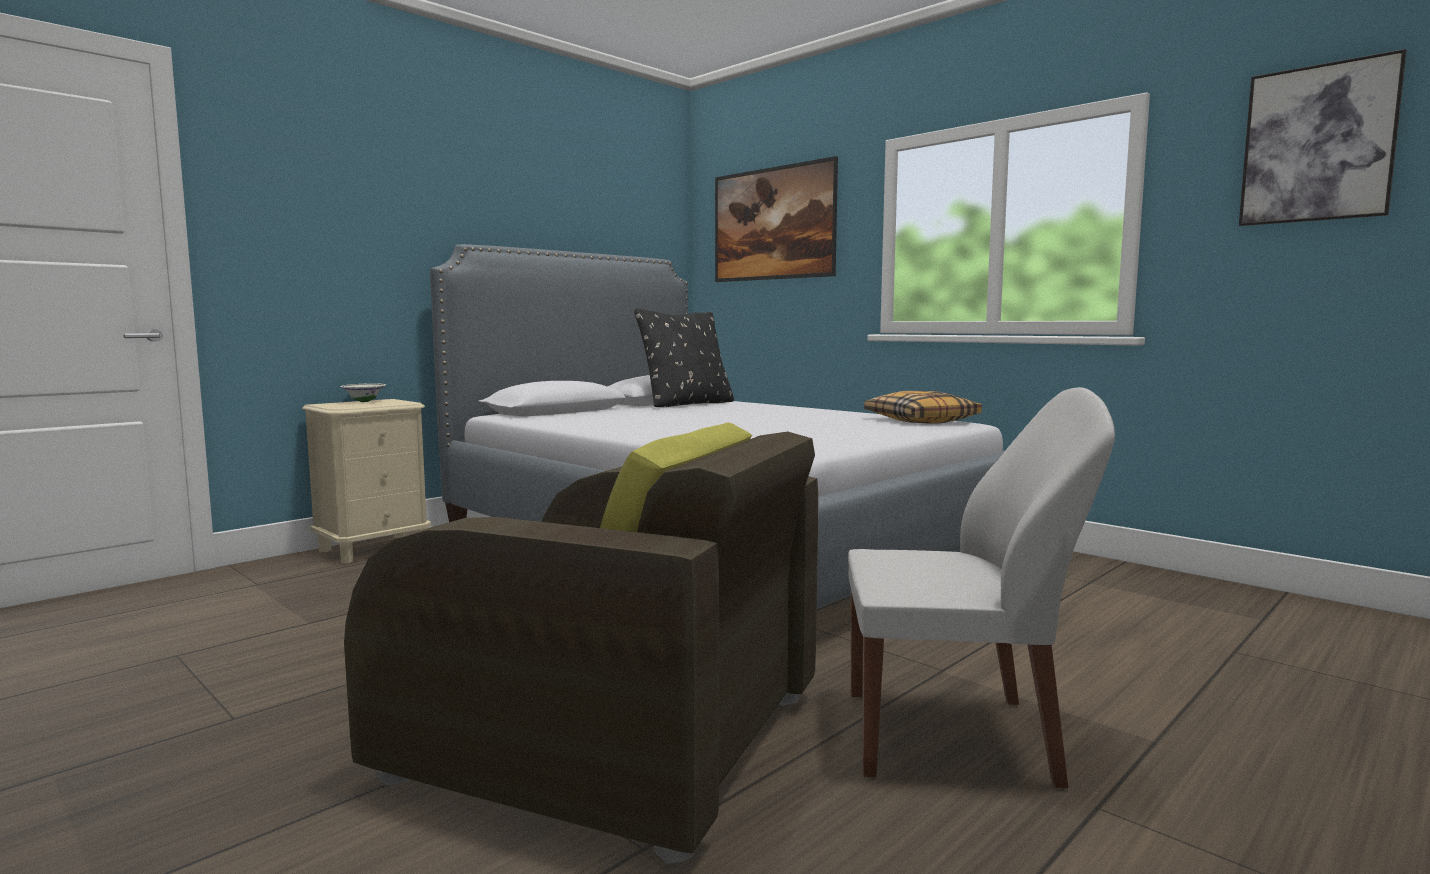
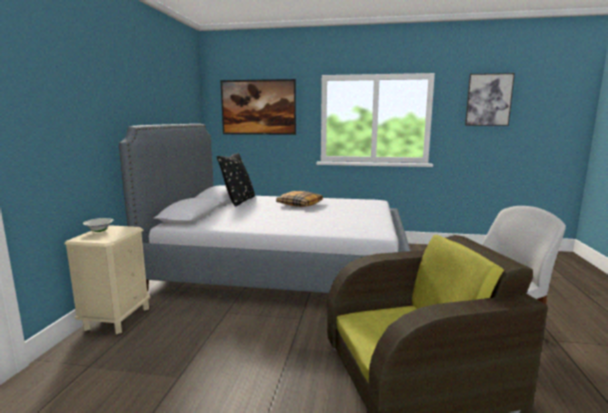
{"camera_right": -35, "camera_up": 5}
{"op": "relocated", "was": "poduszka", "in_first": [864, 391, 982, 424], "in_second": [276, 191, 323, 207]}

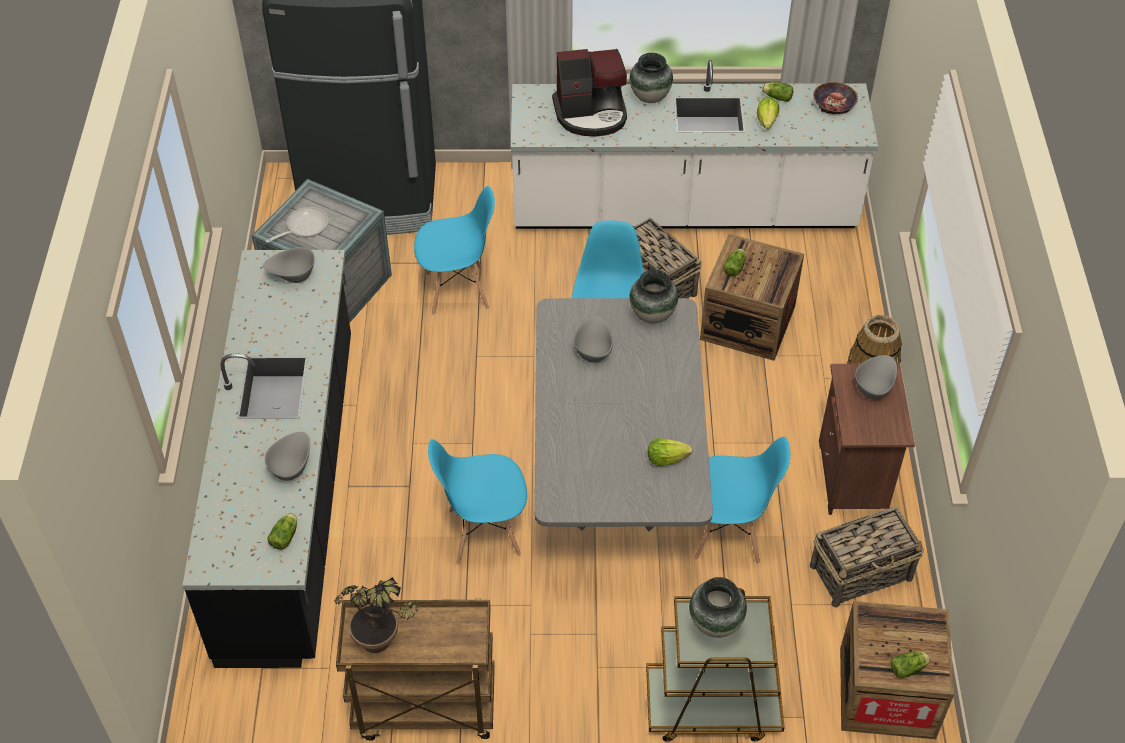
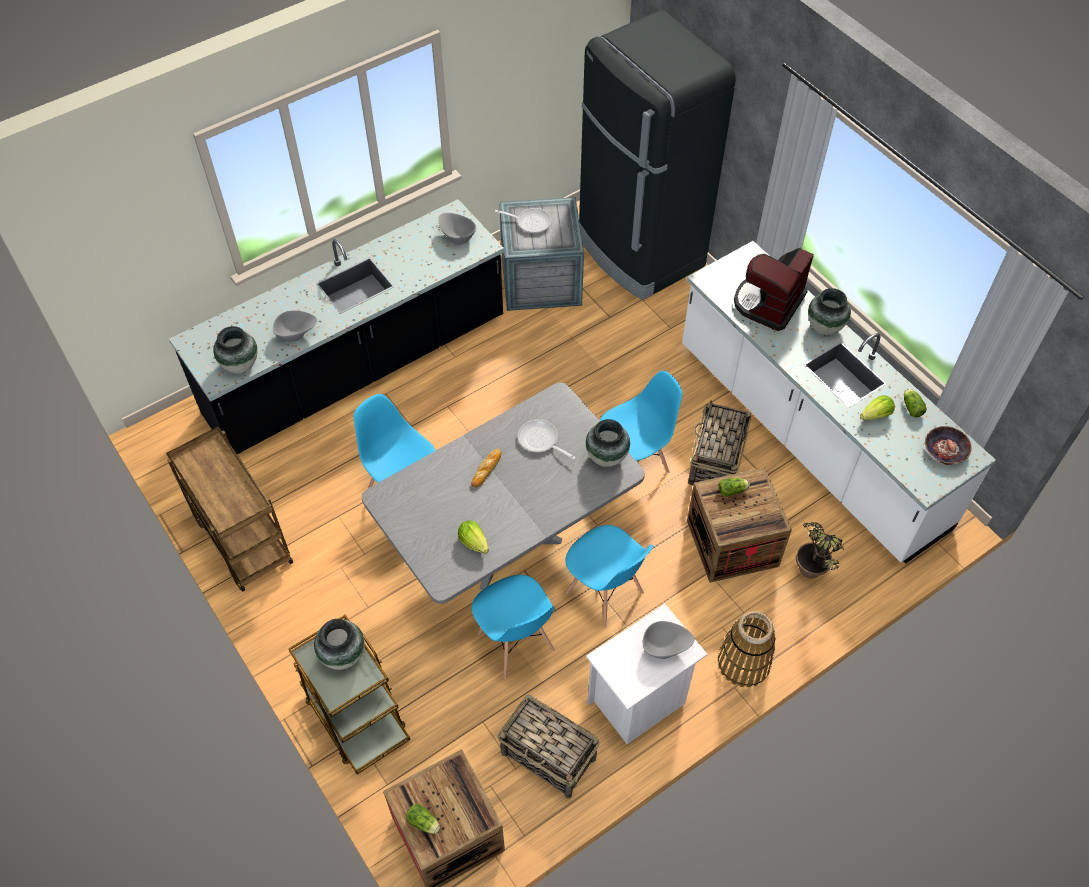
{"camera_right": 55, "camera_up": 5}
{"op": "appeared", "now": "chleb", "in_second": [471, 449, 502, 487]}
{"op": "relocated", "was": "roślina doniczkowa", "in_first": [334, 577, 418, 653], "in_second": [796, 522, 844, 578]}
{"op": "relocated", "was": "krzesło/niebieski", "in_first": [414, 186, 495, 315], "in_second": [565, 525, 653, 628]}
{"op": "exchanged", "was": "sałata", "now": "wazon", "in_first": [267, 513, 297, 550], "in_second": [213, 326, 258, 373]}
{"op": "exchanged", "was": "miska/szary", "now": "patelnia", "in_first": [574, 317, 613, 363], "in_second": [518, 419, 576, 460]}
{"op": "colour", "was": "szafka nocna/brązowy", "now": "szafka nocna/biały", "in_first": [819, 364, 915, 515], "in_second": [586, 604, 707, 744]}
{"op": "spun", "was": "ekspres do kawy", "in_first": [552, 49, 627, 137], "in_second": [734, 248, 814, 331], "clockwise": 75}

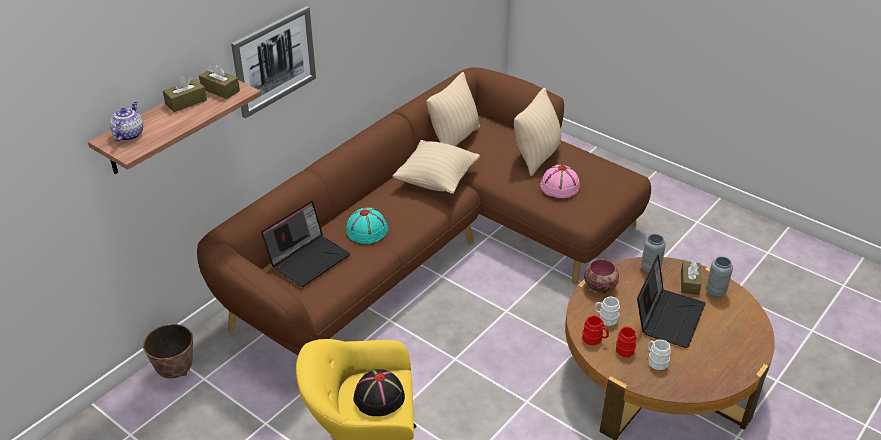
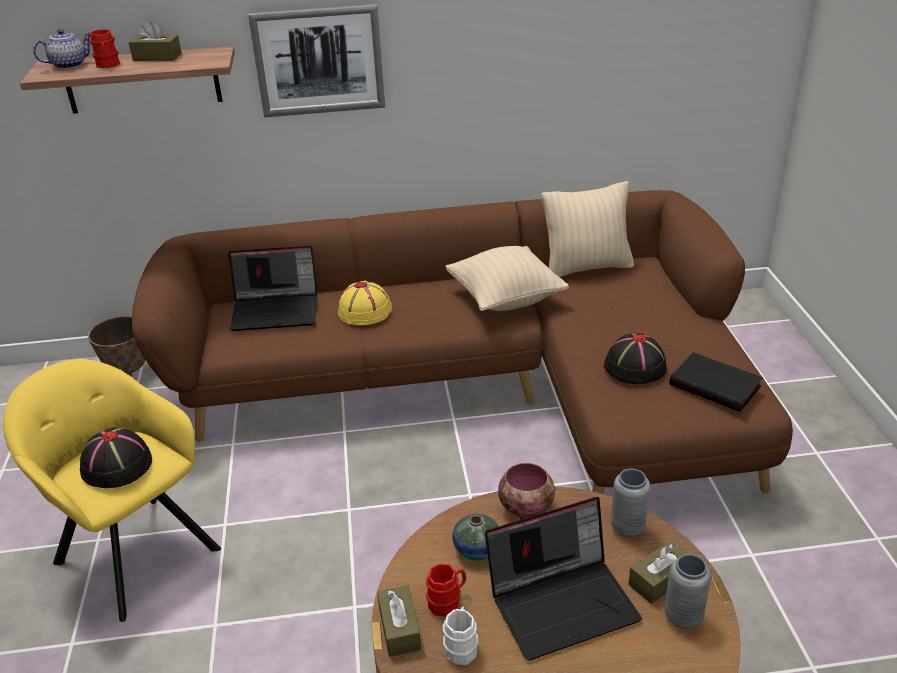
{"camera_right": 45, "camera_up": -5}
{"op": "missing", "was": "poduszka/beżowy", "in_first": [514, 88, 561, 176]}
{"op": "appeared", "now": "książka/czarny", "in_second": [669, 352, 763, 412]}
{"op": "relocated", "was": "pudełko chusteczek/brązowy", "in_first": [199, 64, 240, 99], "in_second": [377, 586, 421, 657]}
{"op": "relocated", "was": "kubek/czerwony", "in_first": [582, 315, 609, 346], "in_second": [90, 29, 120, 68]}
{"op": "exchanged", "was": "kubek/biały", "now": "wazon", "in_first": [594, 296, 620, 326], "in_second": [452, 514, 499, 561]}
{"op": "colour", "was": "kapelusz/turkusowy", "now": "kapelusz/żółty", "in_first": [346, 208, 388, 244], "in_second": [338, 281, 392, 325]}
{"op": "colour", "was": "kapelusz/różowy", "now": "kapelusz/czarny", "in_first": [540, 165, 580, 198], "in_second": [604, 333, 667, 384]}

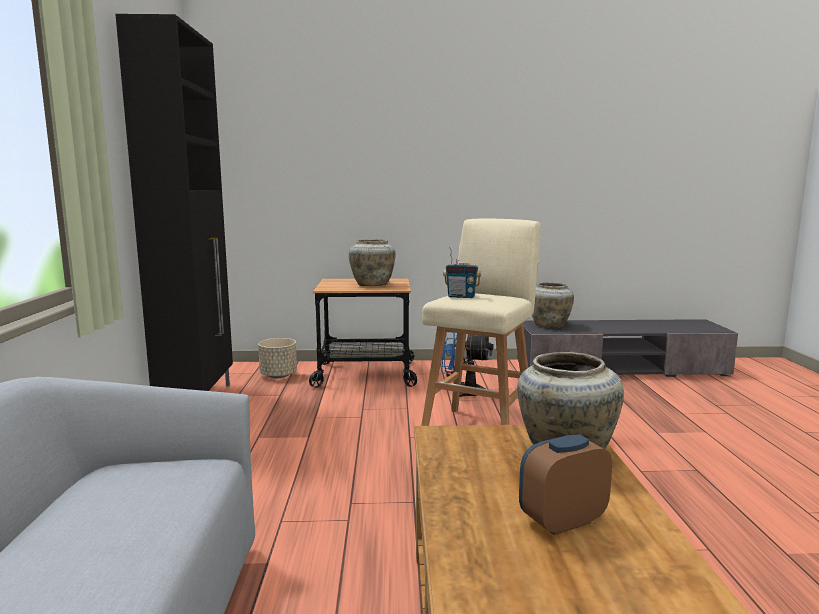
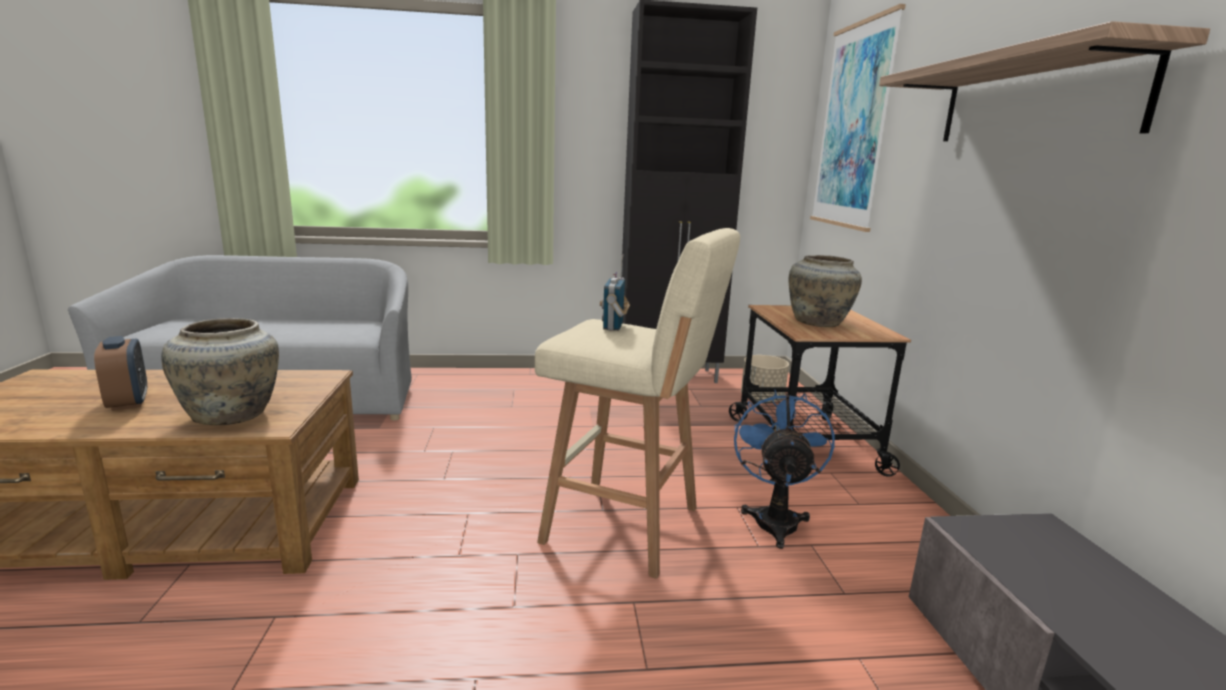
{"camera_right": 85, "camera_up": 5}
{"op": "missing", "was": "wazon/beżowy", "in_first": [532, 282, 574, 328]}
{"op": "appeared", "now": "obraz", "in_second": [810, 4, 906, 232]}
{"op": "appeared", "now": "półka", "in_second": [879, 21, 1210, 141]}

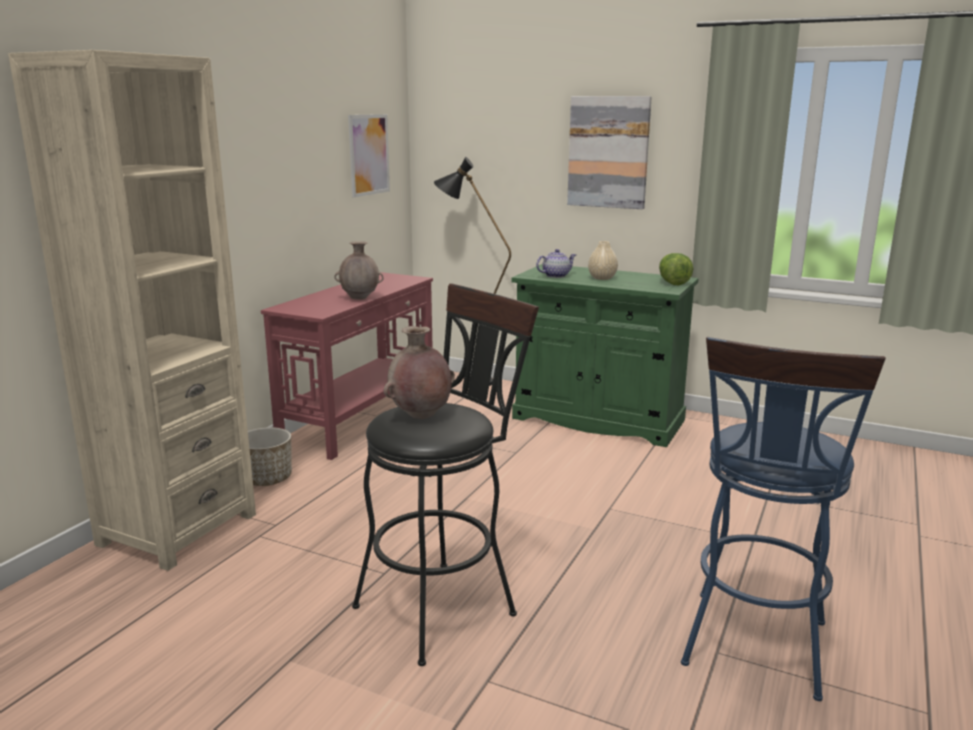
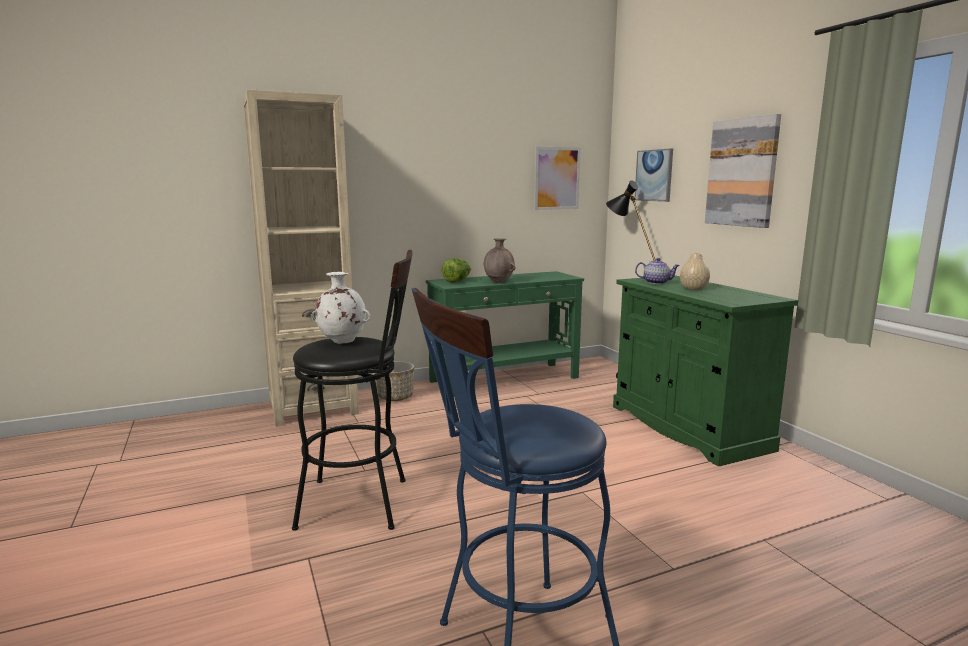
{"camera_right": 40, "camera_up": -5}
{"op": "appeared", "now": "obraz", "in_second": [635, 148, 673, 202]}
{"op": "relocated", "was": "sałata", "in_first": [659, 253, 693, 286], "in_second": [442, 258, 471, 283]}
{"op": "colour", "was": "stolik konsolowy/czerwony", "now": "stolik konsolowy/zielony", "in_first": [261, 272, 433, 460], "in_second": [426, 271, 584, 396]}
{"op": "colour", "was": "wazon/brązowy", "now": "wazon/biały", "in_first": [384, 326, 455, 419], "in_second": [311, 272, 371, 344]}

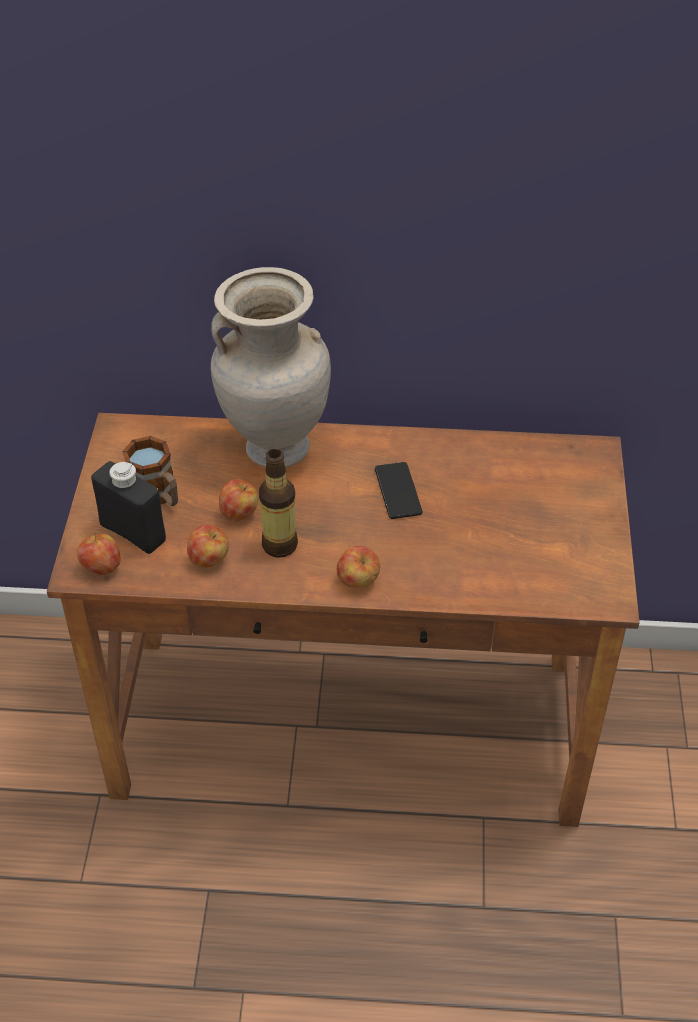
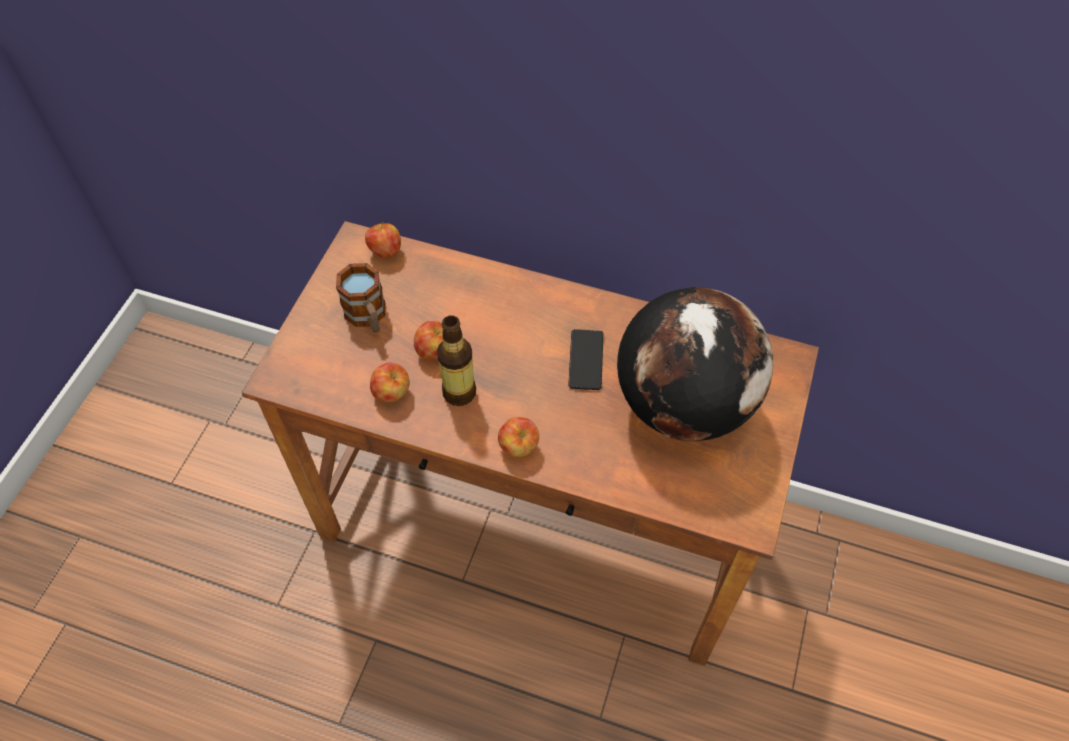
{"camera_right": 15, "camera_up": 10}
{"op": "missing", "was": "butelka/czarny", "in_first": [91, 461, 166, 554]}
{"op": "missing", "was": "wazon/beżowy", "in_first": [211, 267, 331, 468]}
{"op": "appeared", "now": "globus", "in_second": [617, 287, 773, 441]}
{"op": "relocated", "was": "jabłko", "in_first": [77, 533, 120, 575], "in_second": [365, 222, 401, 258]}

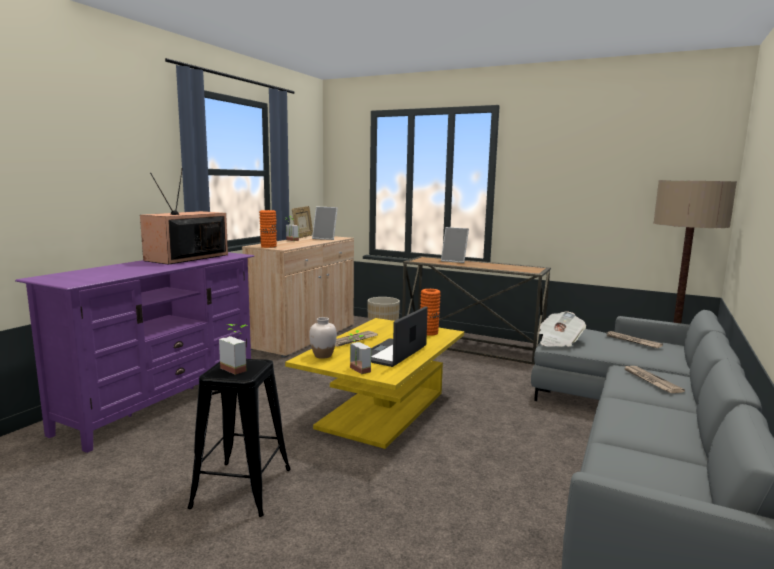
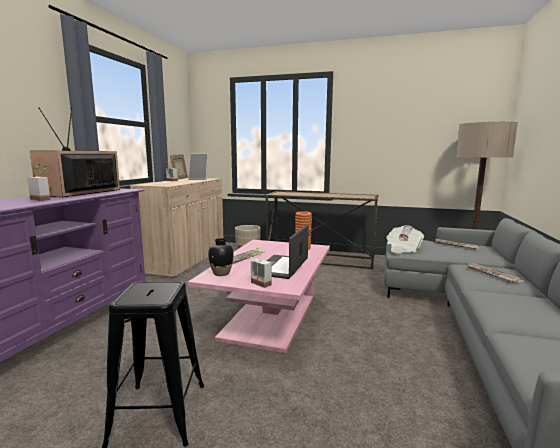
{"camera_right": -10, "camera_up": 0}
{"op": "missing", "was": "wazon/pomarańczowy", "in_first": [259, 210, 277, 248]}
{"op": "missing", "was": "ramka na zdjęcie", "in_first": [441, 227, 469, 263]}
{"op": "relocated", "was": "roślina doniczkowa", "in_first": [219, 324, 247, 375], "in_second": [27, 164, 50, 201]}
{"op": "colour", "was": "ława/żółty", "now": "ława/różowy", "in_first": [285, 318, 464, 449], "in_second": [188, 240, 330, 353]}
{"op": "colour", "was": "wazon/biały", "now": "wazon/czarny", "in_first": [309, 317, 337, 359], "in_second": [208, 238, 233, 276]}

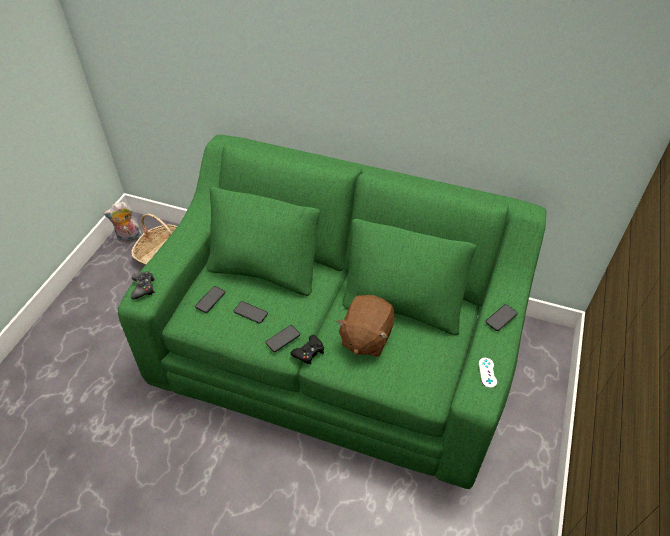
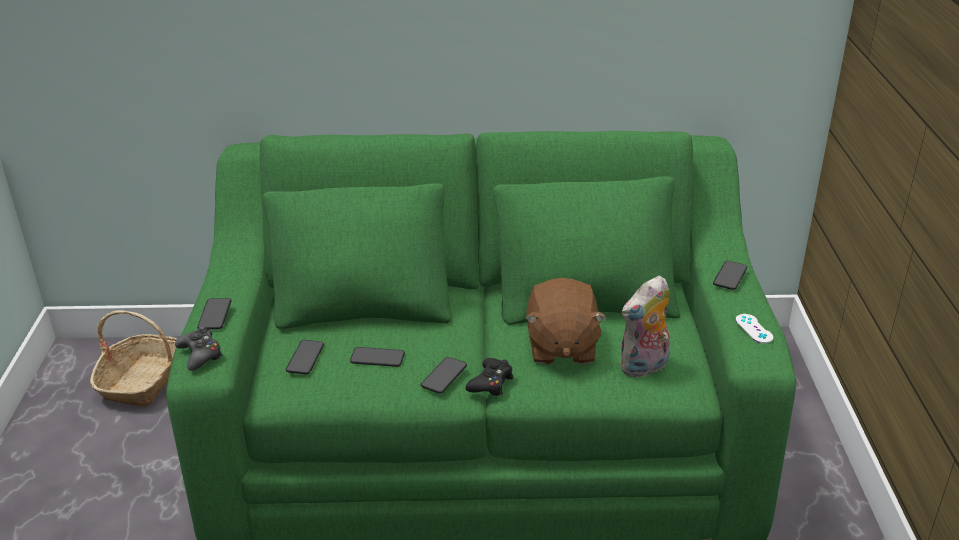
{"camera_right": -20, "camera_up": -15}
{"op": "appeared", "now": "telefon", "in_second": [197, 298, 231, 329]}
{"op": "relocated", "was": "pluszak", "in_first": [103, 202, 142, 243], "in_second": [620, 276, 670, 378]}

